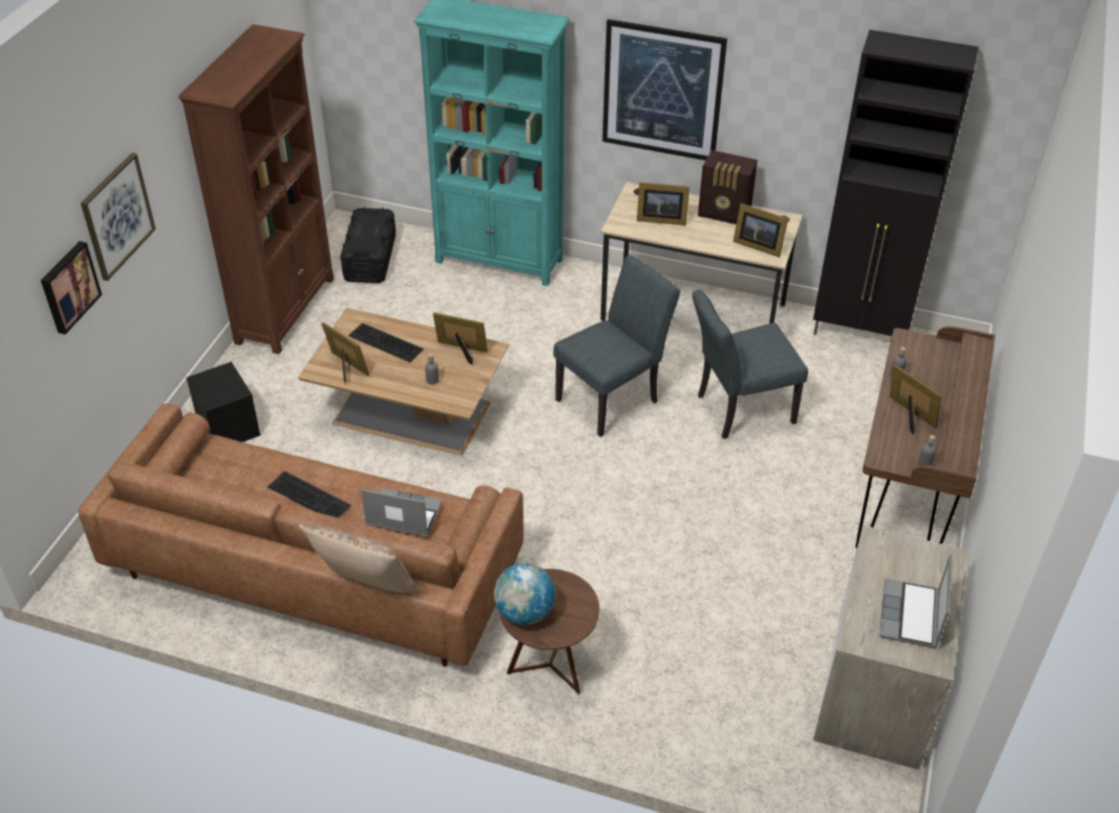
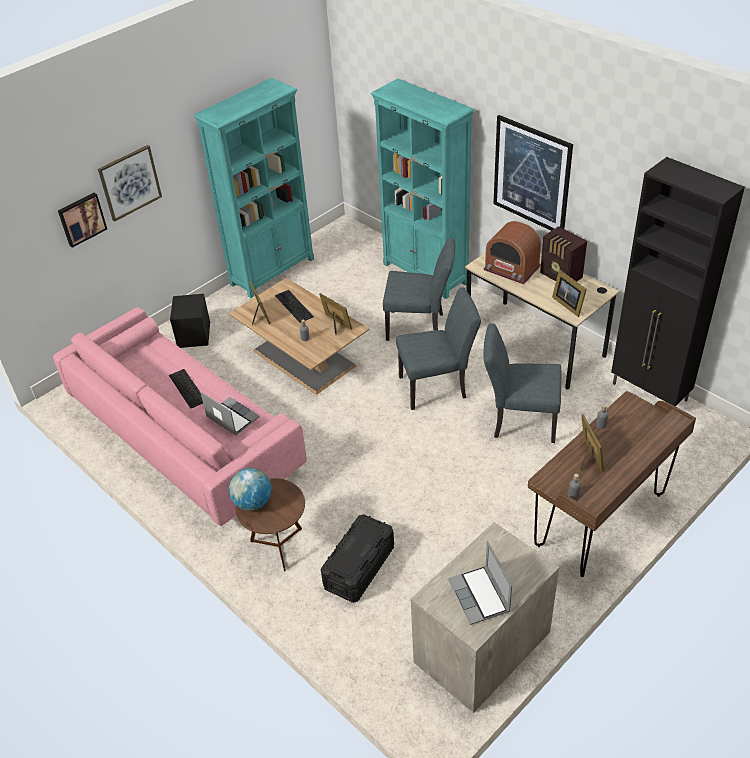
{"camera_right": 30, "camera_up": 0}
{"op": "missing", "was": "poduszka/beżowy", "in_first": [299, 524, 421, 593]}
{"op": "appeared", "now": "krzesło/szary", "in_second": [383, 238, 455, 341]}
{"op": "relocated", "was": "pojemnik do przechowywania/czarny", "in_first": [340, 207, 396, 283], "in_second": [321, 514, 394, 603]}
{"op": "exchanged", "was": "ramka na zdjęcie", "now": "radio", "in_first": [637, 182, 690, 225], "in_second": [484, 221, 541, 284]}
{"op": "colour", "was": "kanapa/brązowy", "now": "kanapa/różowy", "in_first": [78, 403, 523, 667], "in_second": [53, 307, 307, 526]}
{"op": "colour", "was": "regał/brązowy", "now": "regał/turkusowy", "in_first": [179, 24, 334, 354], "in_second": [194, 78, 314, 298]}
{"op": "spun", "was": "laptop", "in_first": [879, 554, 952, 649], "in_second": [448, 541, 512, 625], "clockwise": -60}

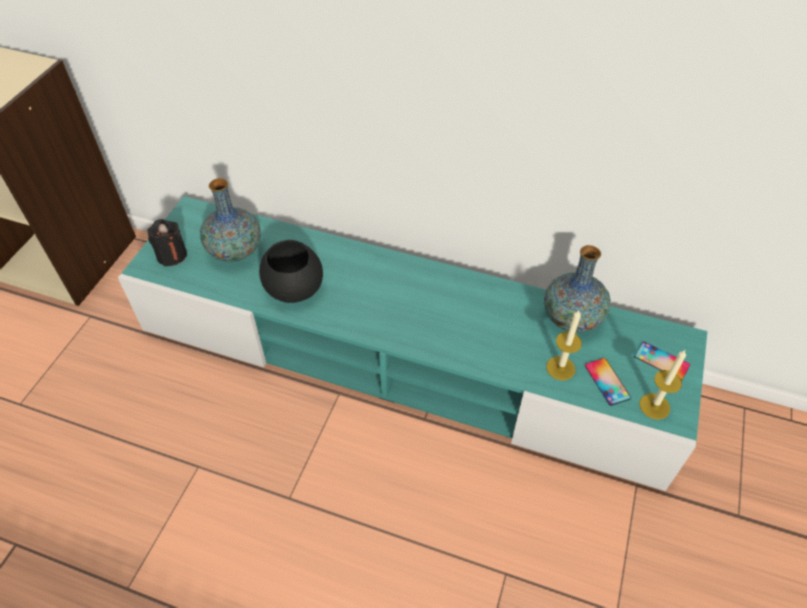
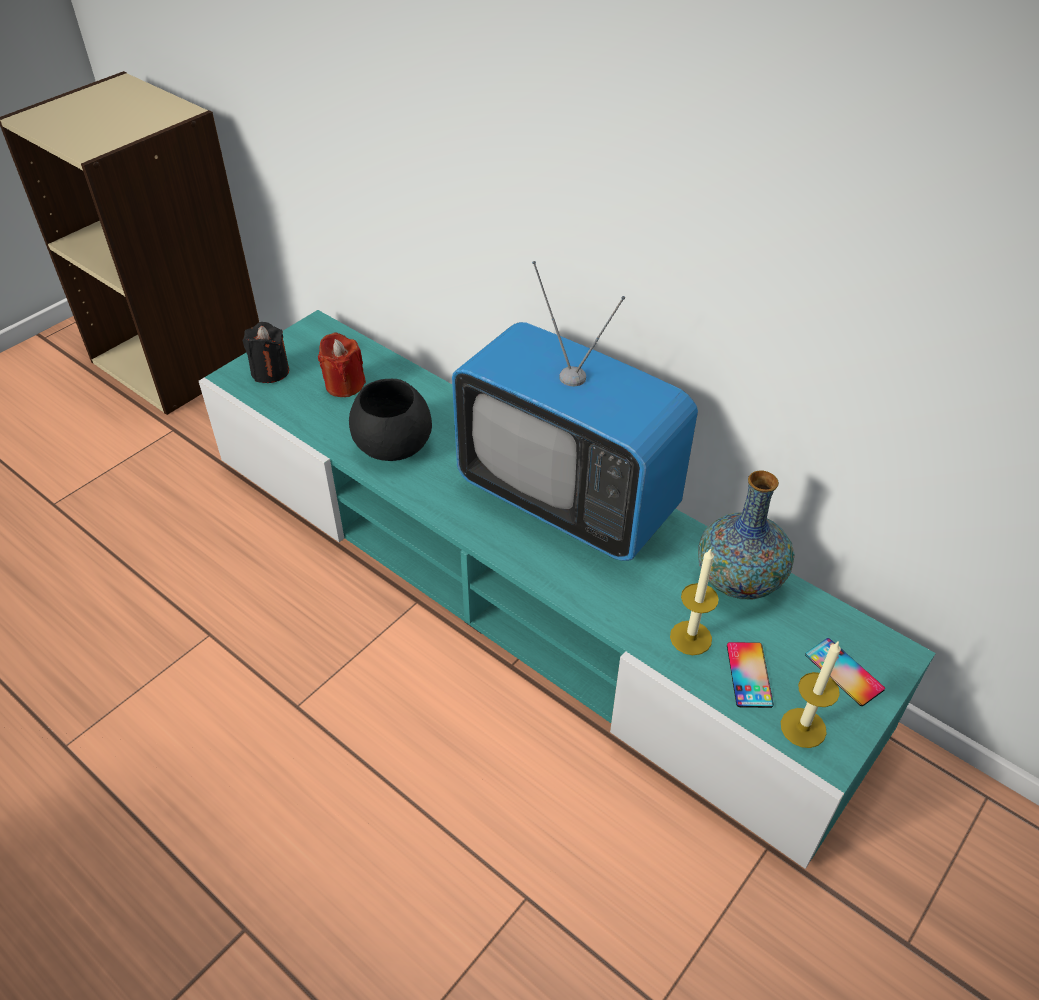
{"camera_right": 20, "camera_up": -5}
{"op": "appeared", "now": "telewizor", "in_second": [452, 261, 698, 561]}
{"op": "exchanged", "was": "wazon", "now": "świeca/czerwony", "in_first": [200, 178, 261, 262], "in_second": [318, 332, 366, 397]}

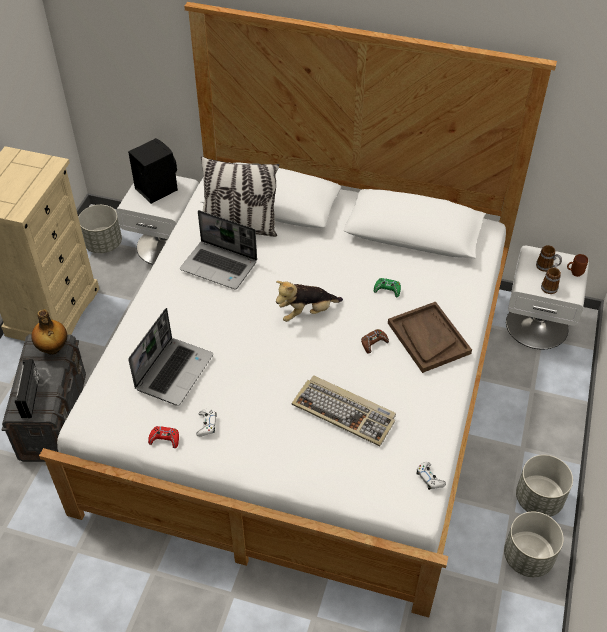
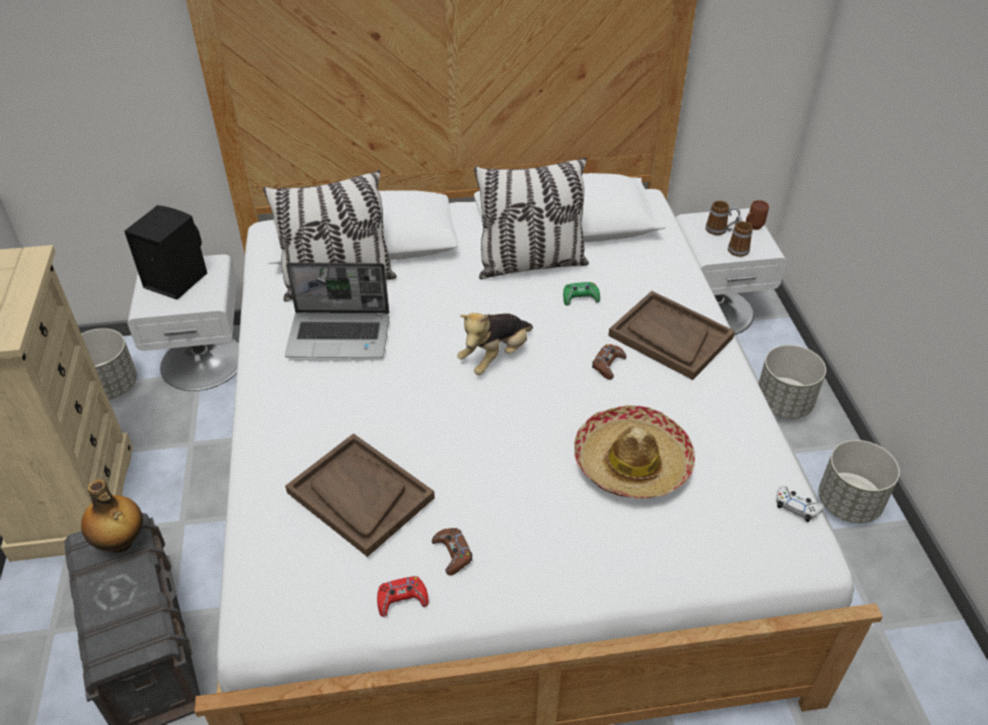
{"camera_right": -25, "camera_up": -5}
{"op": "missing", "was": "radio", "in_first": [15, 359, 39, 418]}
{"op": "appeared", "now": "poduszka", "in_second": [474, 157, 589, 279]}
{"op": "relocated", "was": "donica/szary", "in_first": [504, 512, 564, 577], "in_second": [758, 345, 826, 419]}
{"op": "exchanged", "was": "laptop", "now": "taca/brązowy", "in_first": [128, 308, 213, 406], "in_second": [285, 433, 435, 557]}
{"op": "exchanged", "was": "klawiatura", "now": "kapelusz", "in_first": [292, 375, 396, 447], "in_second": [574, 405, 695, 499]}
{"op": "colour", "was": "pad do gier/biały", "now": "pad do gier/brązowy", "in_first": [196, 409, 216, 437], "in_second": [432, 528, 472, 575]}

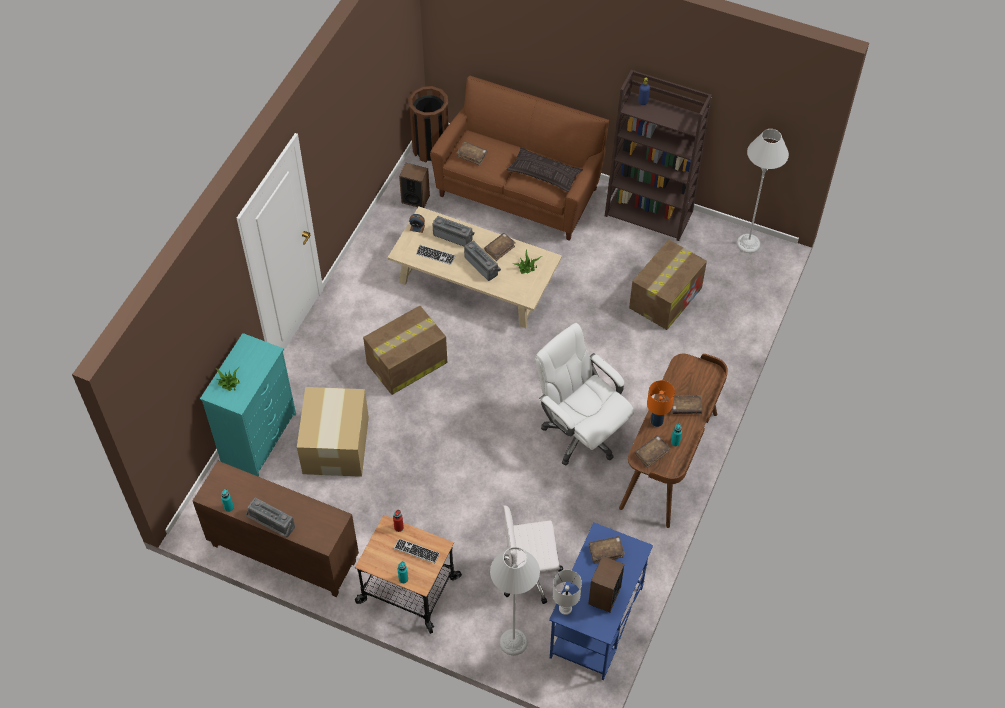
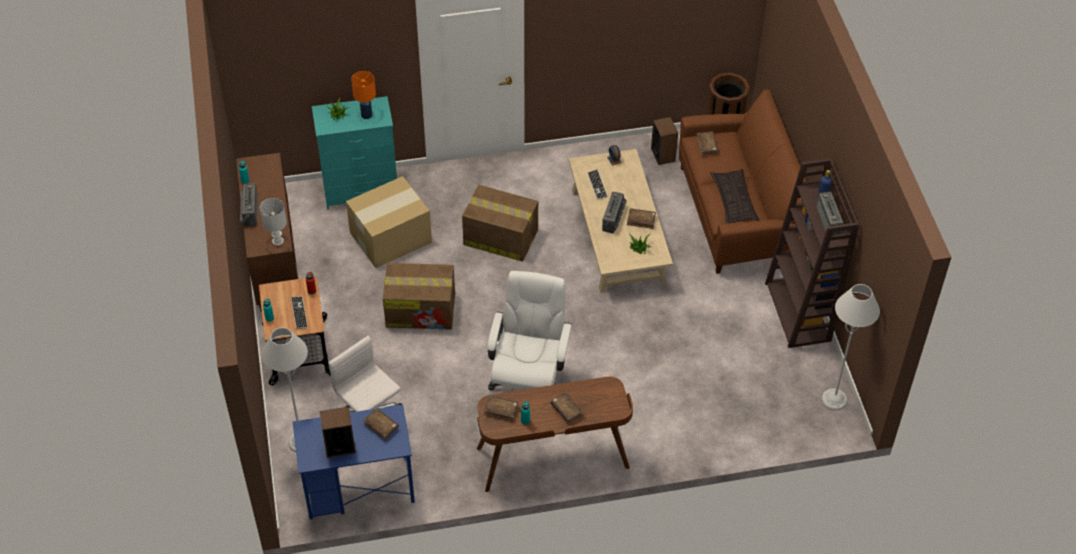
{"camera_right": 55, "camera_up": -5}
{"op": "relocated", "was": "radio", "in_first": [433, 216, 475, 246], "in_second": [817, 192, 845, 235]}
{"op": "relocated", "was": "lampa stołowa/biały", "in_first": [553, 570, 582, 615], "in_second": [260, 198, 287, 246]}
{"op": "relocated", "was": "karton", "in_first": [629, 240, 707, 330], "in_second": [383, 263, 455, 330]}
{"op": "relocated", "was": "lampa stołowa/pomarańczowy", "in_first": [647, 380, 675, 427], "in_second": [351, 71, 376, 119]}

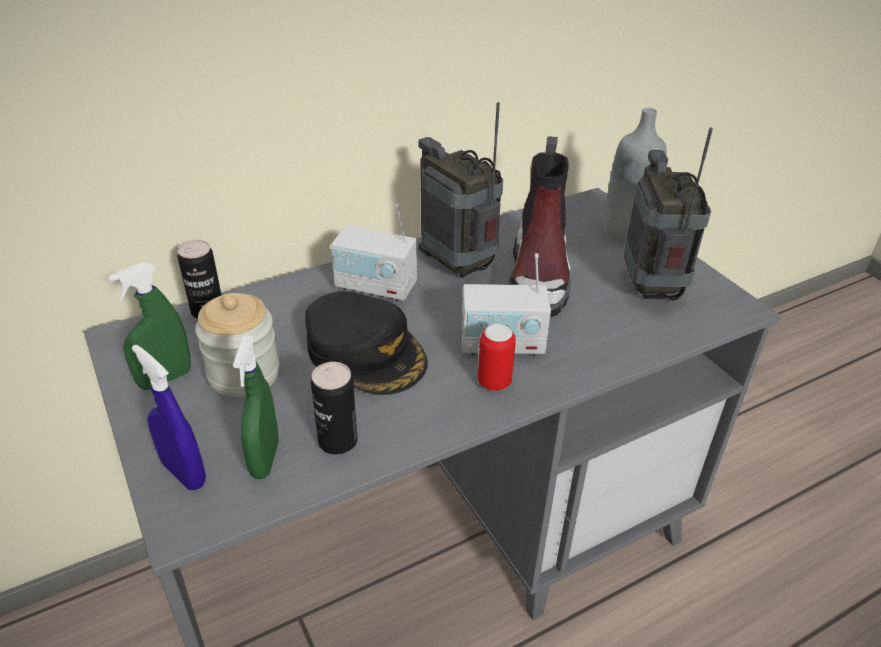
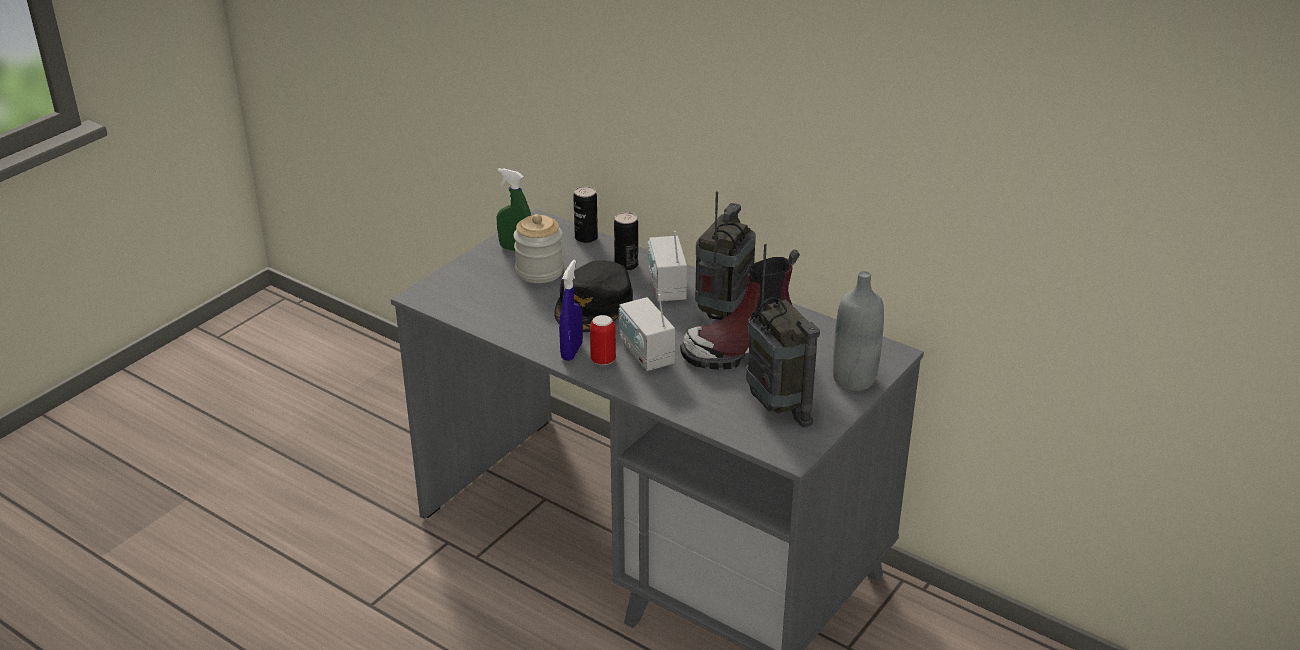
{"camera_right": 65, "camera_up": -5}
{"op": "missing", "was": "spryskiwacz/zielony", "in_first": [233, 335, 279, 479]}
{"op": "relocated", "was": "spryskiwacz/niebieski", "in_first": [132, 344, 206, 490], "in_second": [559, 260, 583, 361]}
{"op": "relocated", "was": "puszka", "in_first": [311, 362, 358, 455], "in_second": [614, 212, 638, 271]}
{"op": "spun", "was": "radio", "in_first": [624, 127, 713, 301], "in_second": [746, 244, 820, 428], "clockwise": 90}

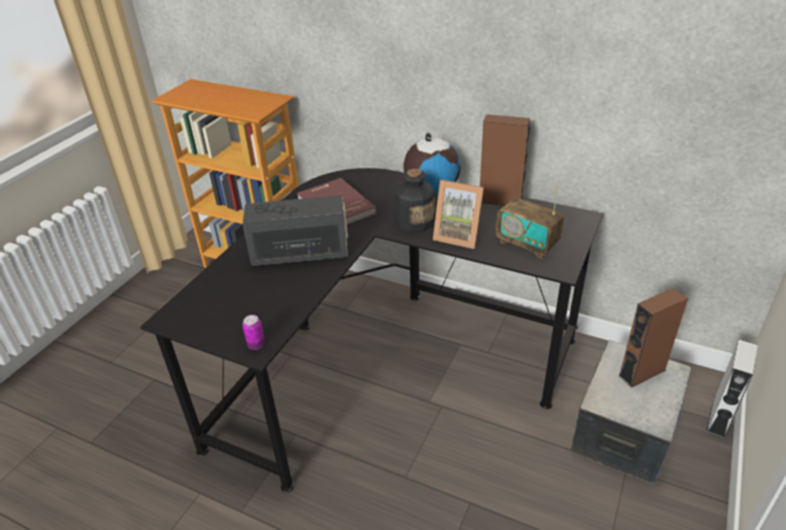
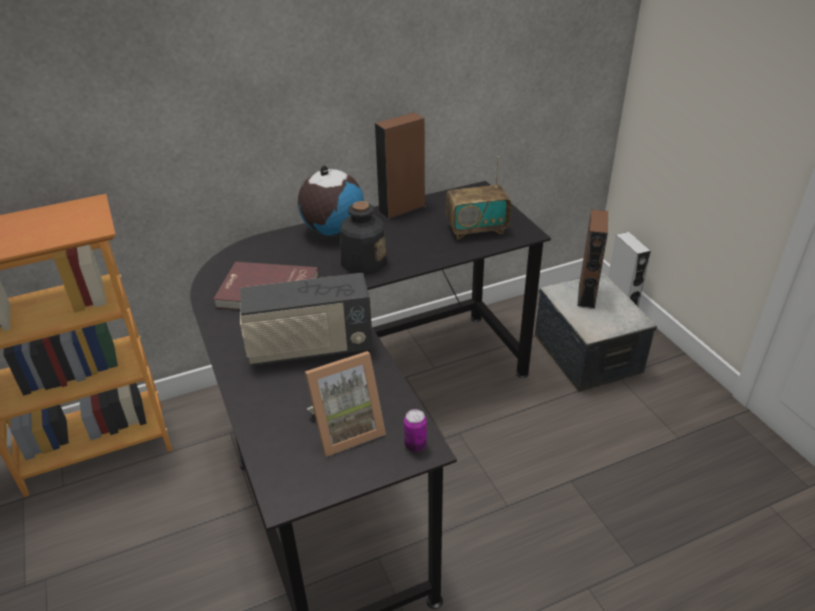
{"camera_right": -50, "camera_up": 0}
{"op": "relocated", "was": "ramka na zdjęcie", "in_first": [433, 180, 484, 249], "in_second": [305, 351, 386, 457]}
{"op": "spun", "was": "radio", "in_first": [243, 195, 348, 266], "in_second": [240, 273, 373, 366], "clockwise": -135}

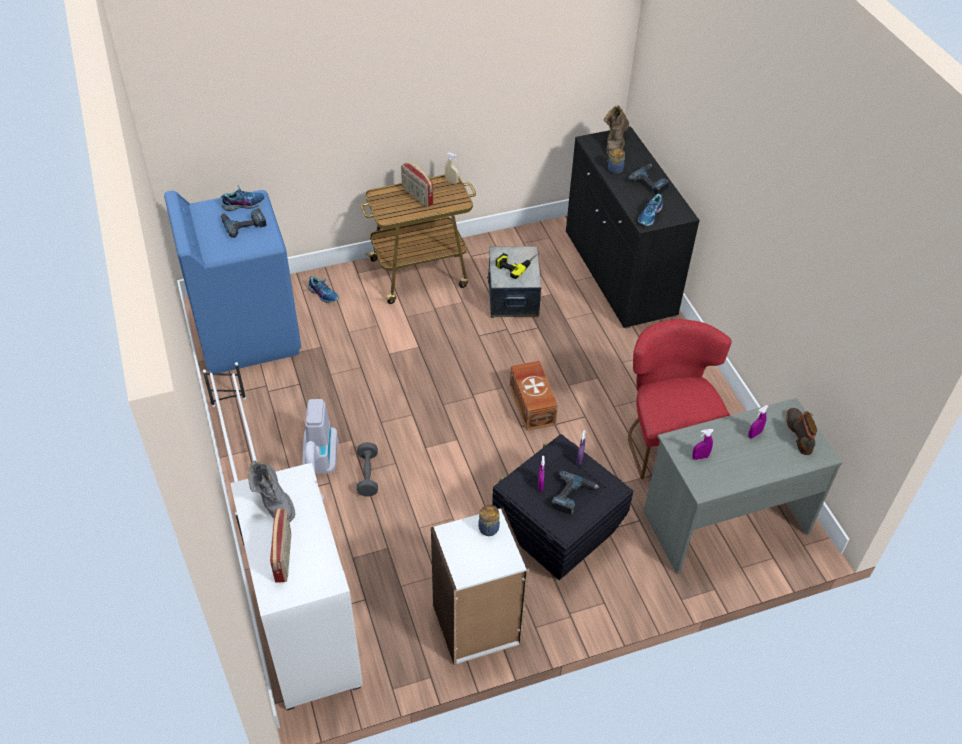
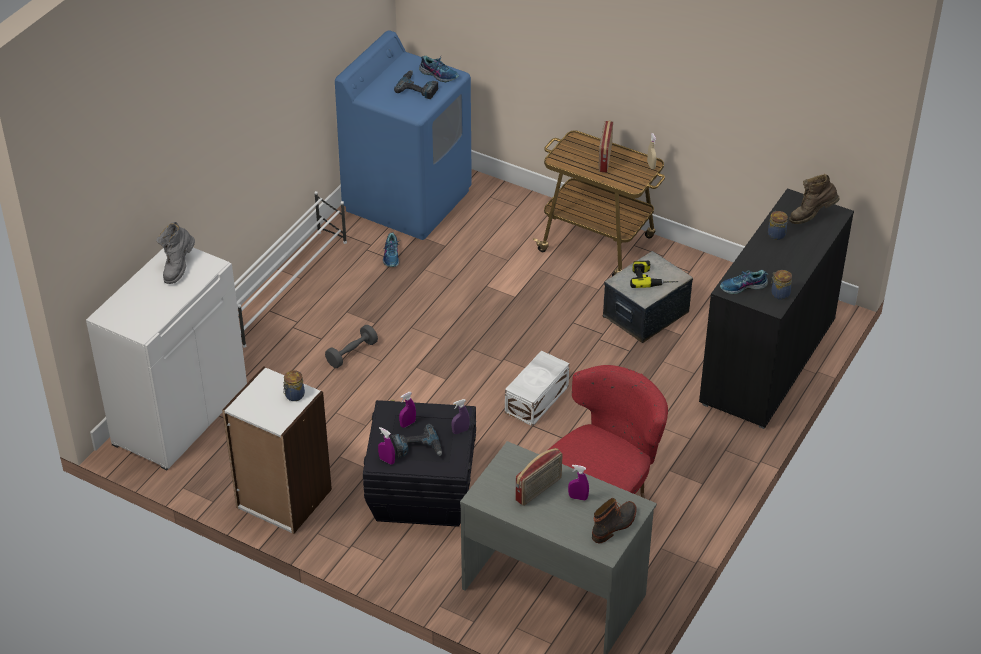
{"camera_right": 50, "camera_up": -5}
{"op": "missing", "was": "odkurzacz", "in_first": [302, 399, 338, 501]}
{"op": "missing", "was": "wiertarka", "in_first": [628, 164, 670, 195]}
{"op": "appeared", "now": "słoik", "in_second": [771, 270, 792, 300]}
{"op": "relocated", "was": "radio", "in_first": [270, 509, 291, 583], "in_second": [515, 448, 563, 506]}
{"op": "relocated", "was": "but", "in_first": [308, 276, 339, 303], "in_second": [383, 233, 400, 267]}
{"op": "relocated", "was": "spryskiwacz/fioletowy", "in_first": [692, 429, 714, 460], "in_second": [378, 427, 395, 465]}
{"op": "colour", "was": "pojemnik do przechowywania/brązowy", "now": "pojemnik do przechowywania/biały", "in_first": [510, 361, 558, 431], "in_second": [505, 351, 569, 426]}

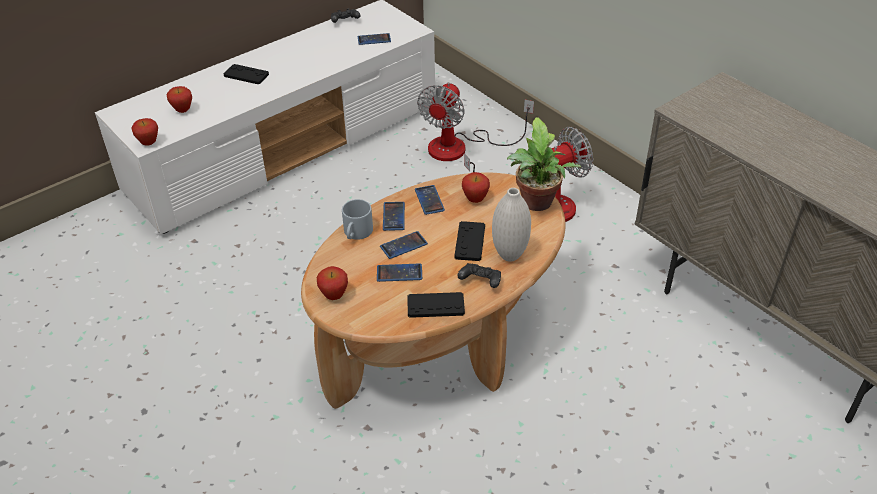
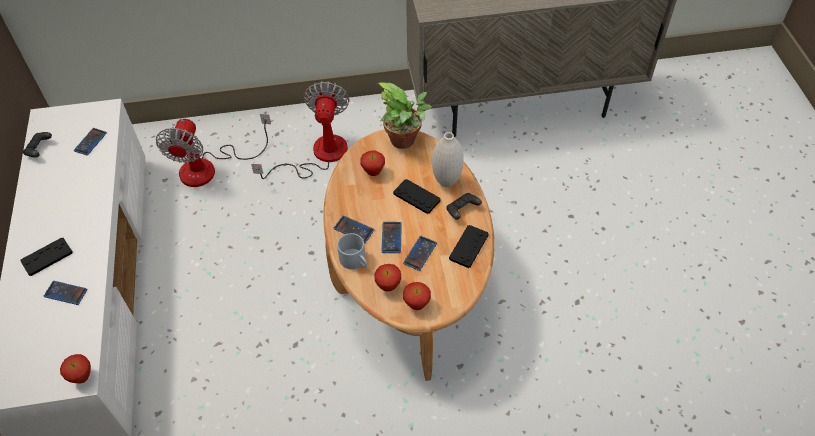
{"camera_right": -60, "camera_up": 10}
{"op": "relocated", "was": "jabłko", "in_first": [167, 86, 192, 113], "in_second": [374, 264, 401, 292]}
{"op": "relocated", "was": "telefon", "in_first": [415, 185, 445, 215], "in_second": [44, 281, 88, 305]}
{"op": "spun", "was": "wentylator", "in_first": [417, 82, 534, 161], "in_second": [156, 114, 271, 187], "clockwise": 45}

